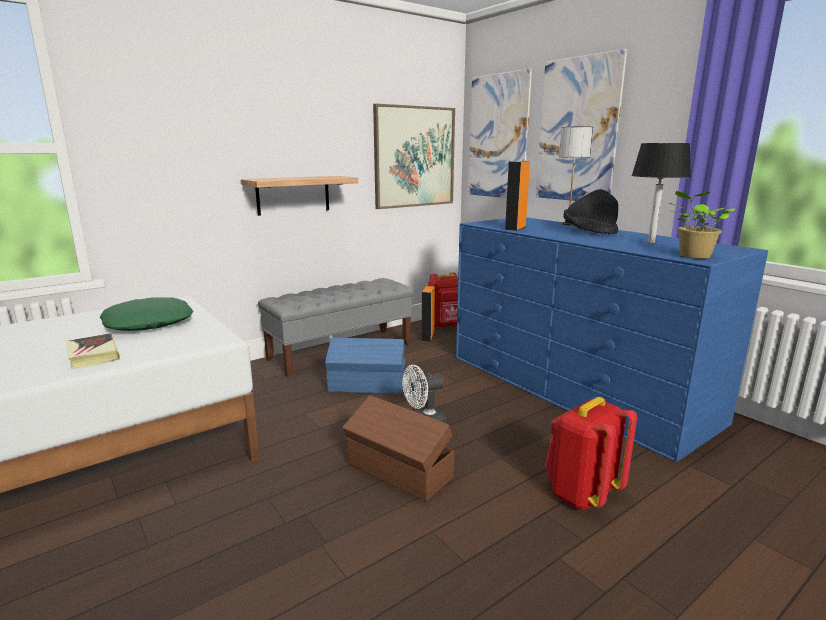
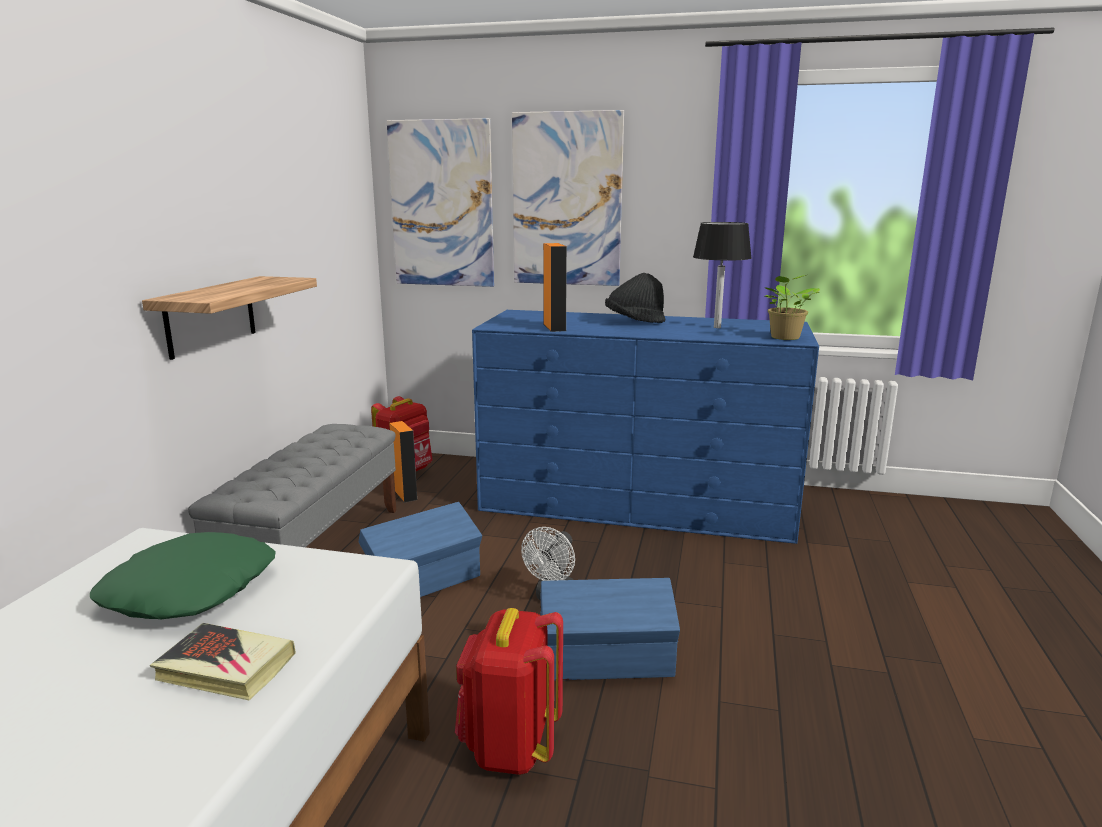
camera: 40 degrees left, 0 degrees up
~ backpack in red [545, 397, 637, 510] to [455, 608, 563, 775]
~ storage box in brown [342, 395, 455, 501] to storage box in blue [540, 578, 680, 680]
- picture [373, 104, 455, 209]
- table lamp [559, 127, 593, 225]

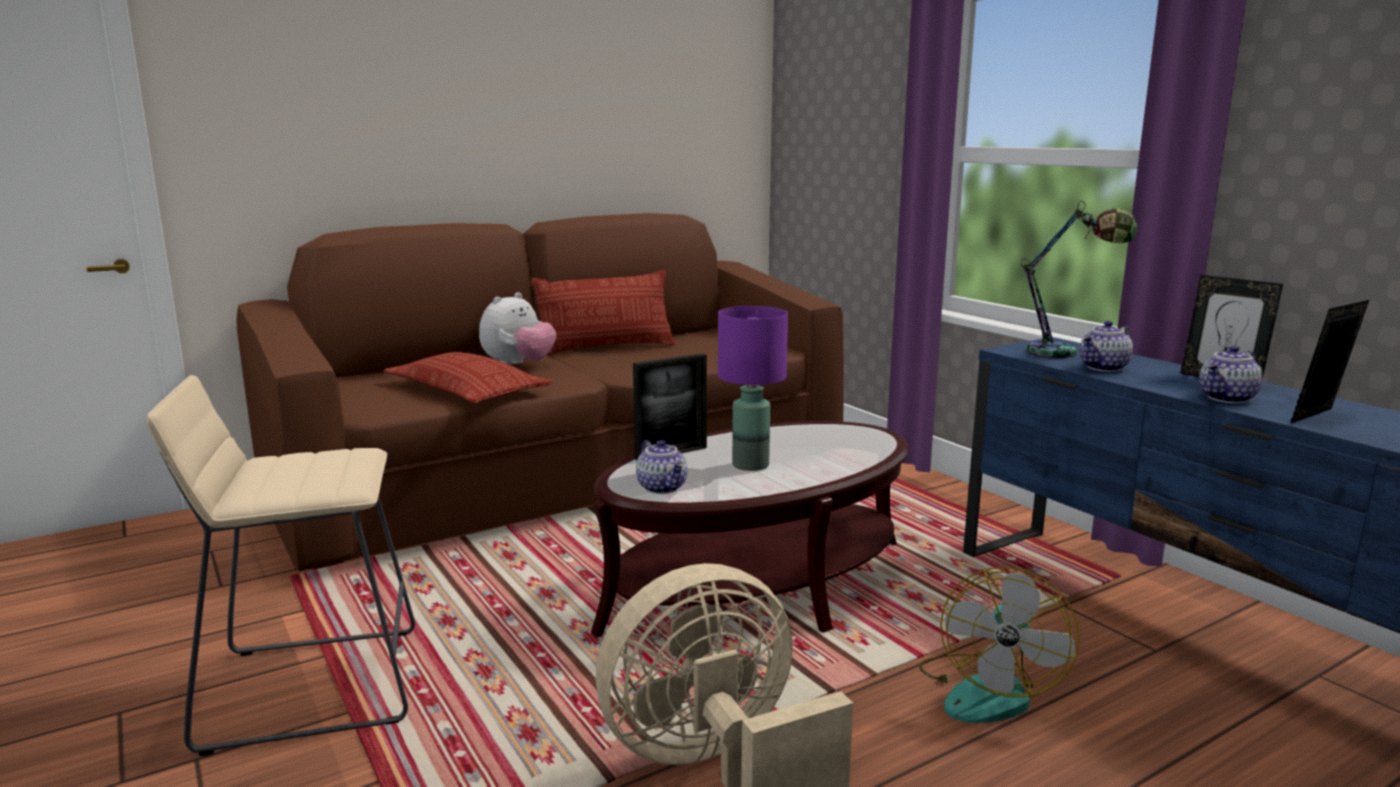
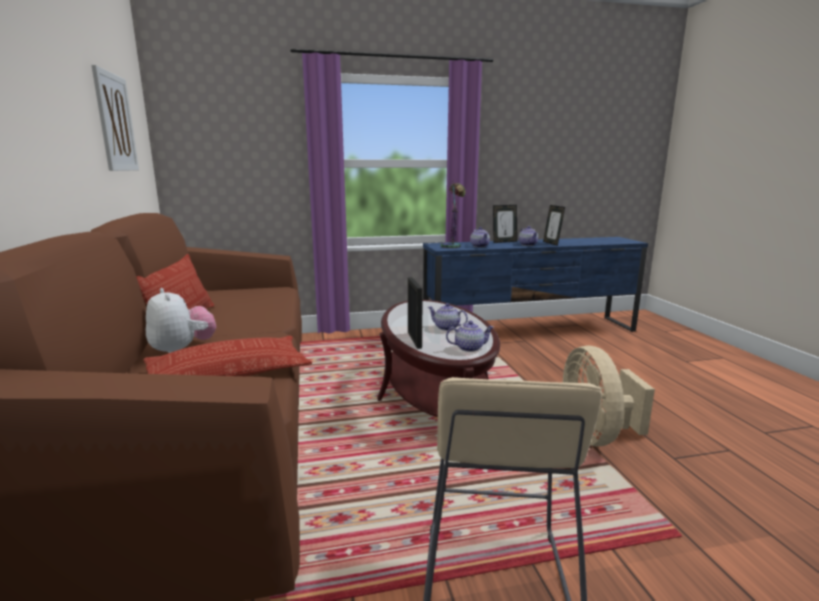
camera: 70 degrees left, 0 degrees up
+ picture [91, 65, 139, 171]
~ table lamp in purple [718, 306, 788, 471] to teapot [428, 303, 468, 331]
- fan [919, 567, 1080, 723]

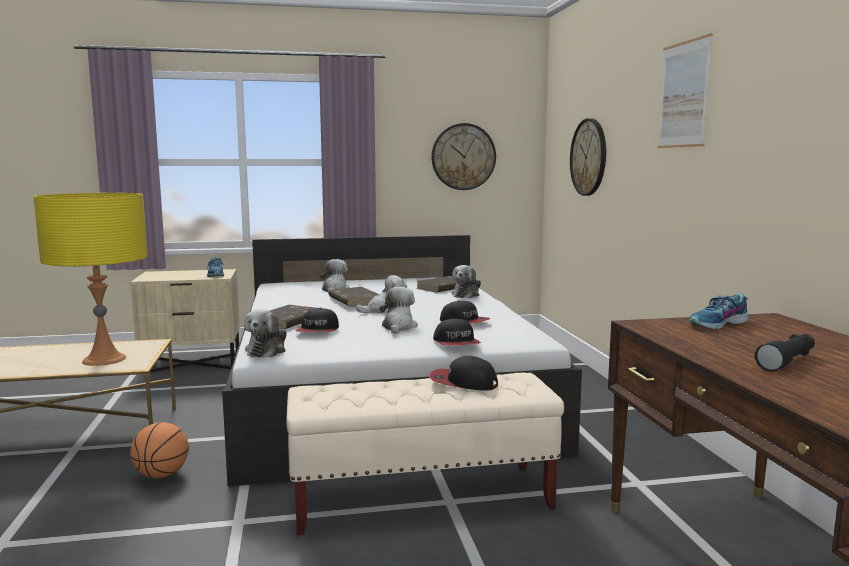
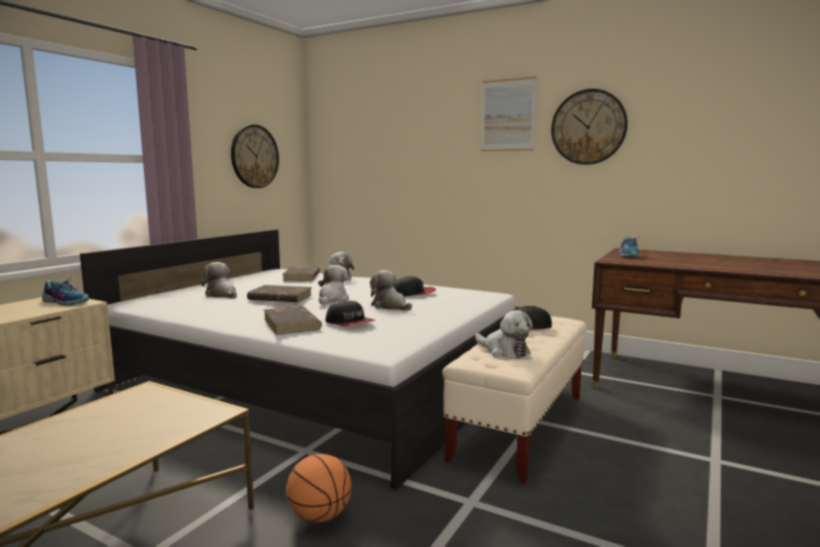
camera: 50 degrees left, 0 degrees up
~ plush toy [244, 309, 287, 357] to [475, 310, 533, 359]
~ wall clock [570, 118, 606, 196] to [551, 89, 628, 165]
- table lamp in yellow [33, 193, 148, 366]
- cap [433, 318, 481, 346]
- flashlight in black [754, 334, 815, 371]

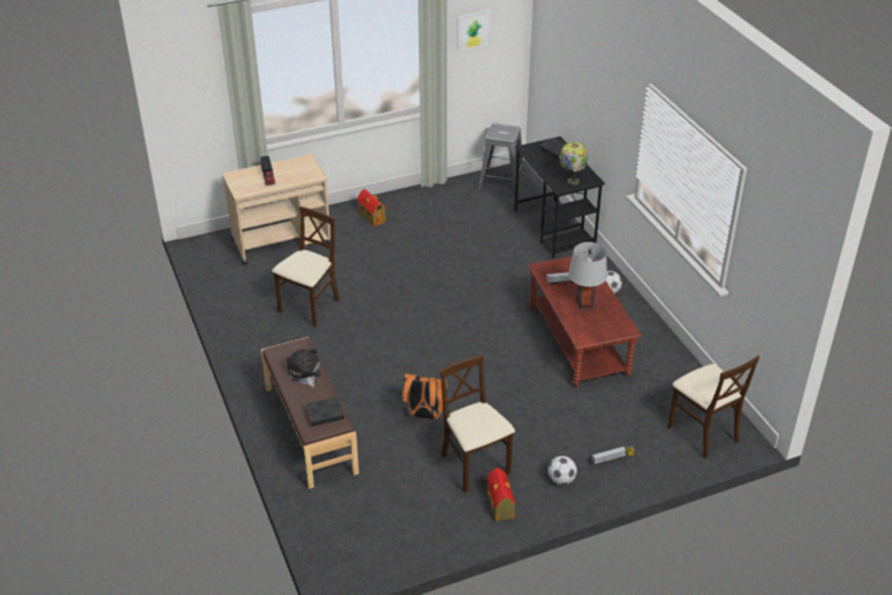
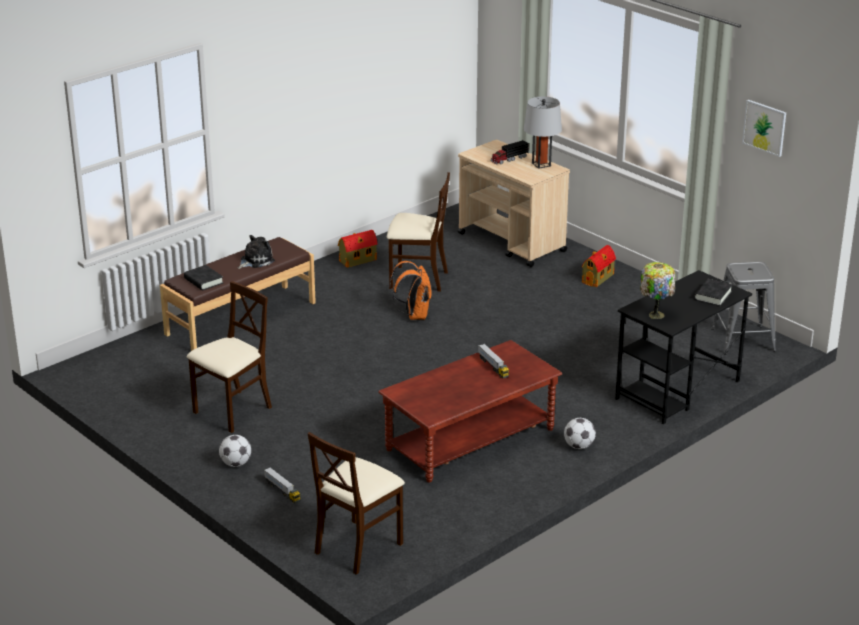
camera: 70 degrees right, 10 degrees down
~ toy house [487, 468, 516, 521] to [338, 230, 378, 268]
~ backpack in orange [403, 374, 447, 419] to [390, 261, 432, 320]
~ table lamp in grey [568, 242, 607, 310] to [524, 96, 562, 169]

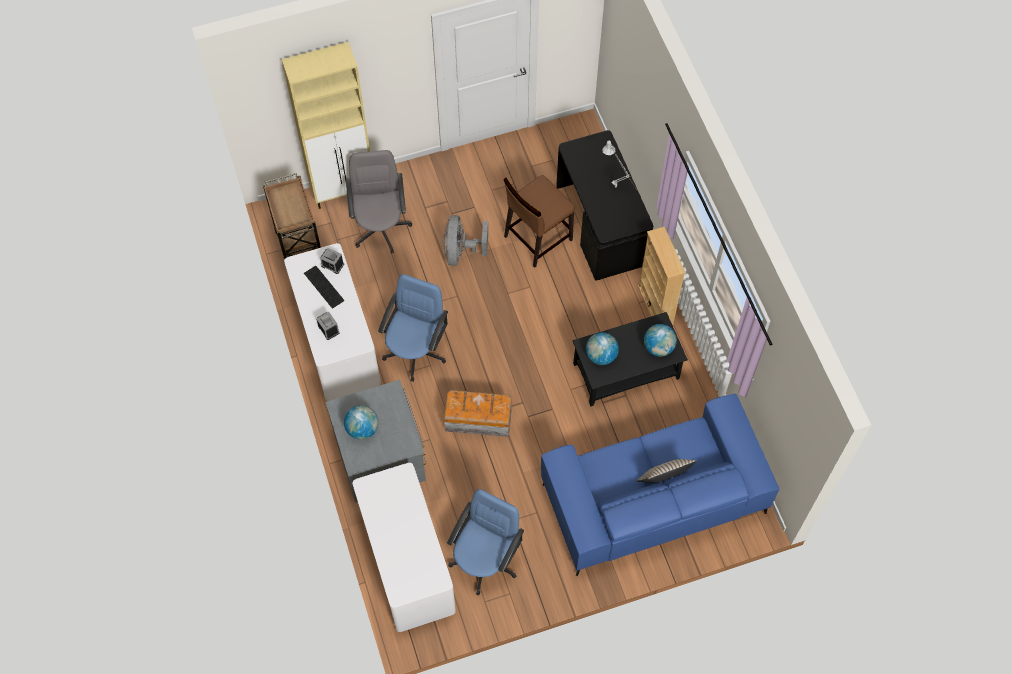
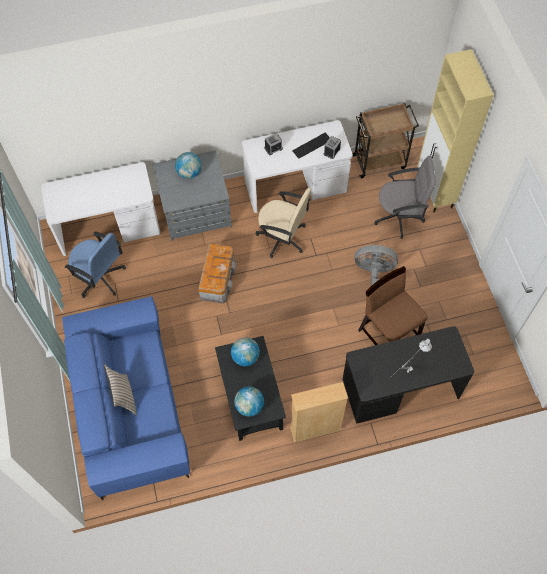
camera: 95 degrees right, 0 degrees up
~ office chair in blue [378, 274, 448, 382] to office chair in beige [256, 188, 311, 258]

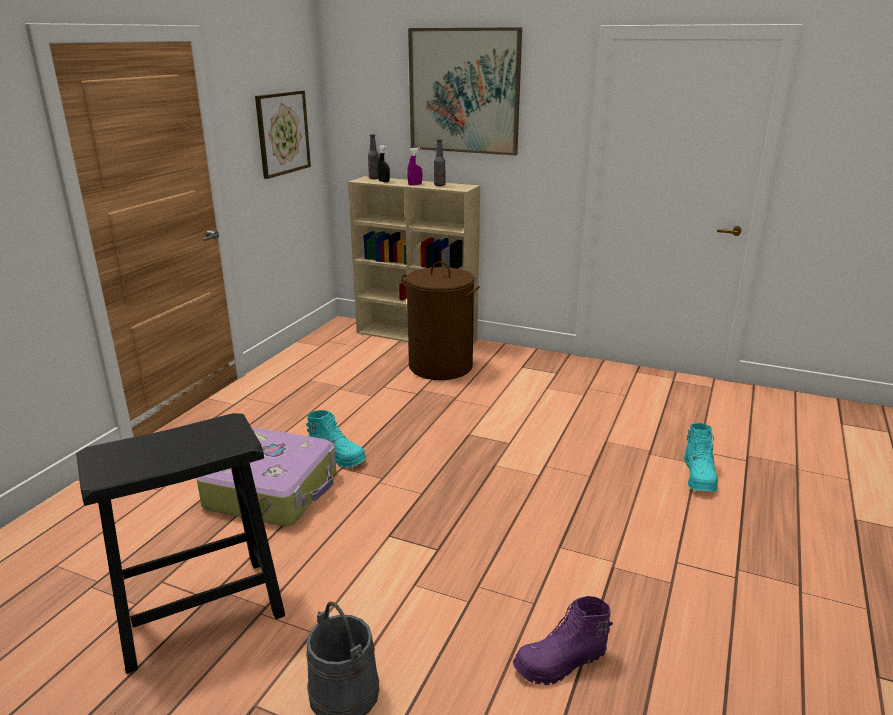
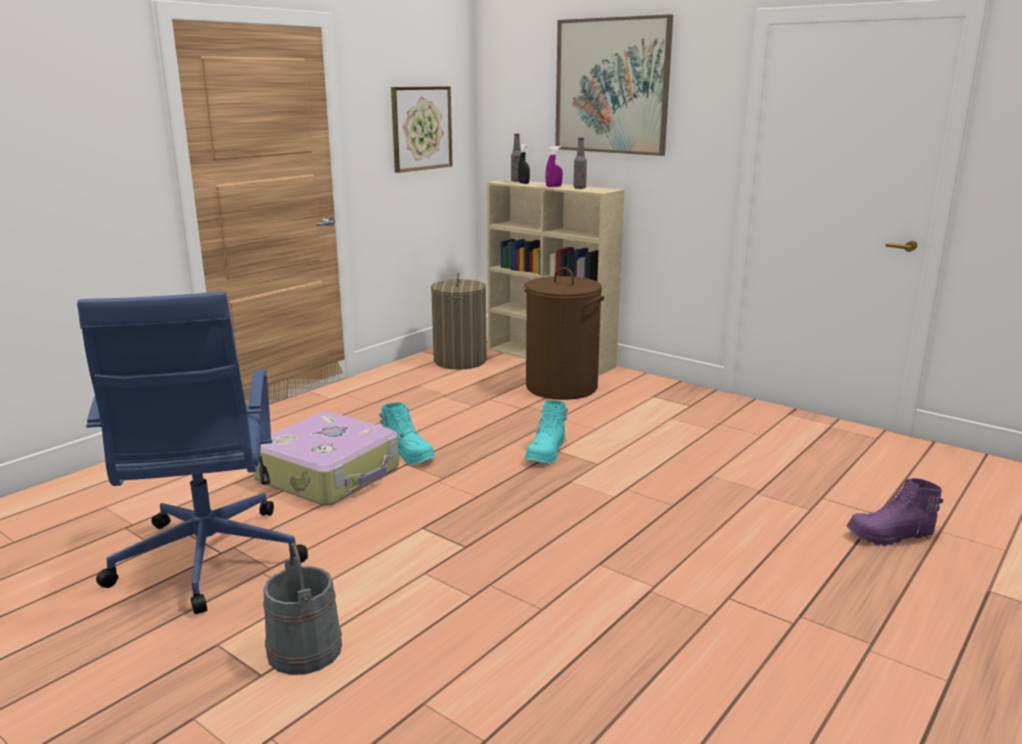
camera: 15 degrees right, 5 degrees down
~ stool in black [76, 413, 285, 674] to office chair in blue [77, 292, 308, 614]
+ laundry basket [431, 273, 487, 370]
~ boot in turquoise [684, 423, 718, 492] to [525, 400, 568, 463]
~ boot in purple [513, 596, 613, 685] to [846, 478, 943, 546]

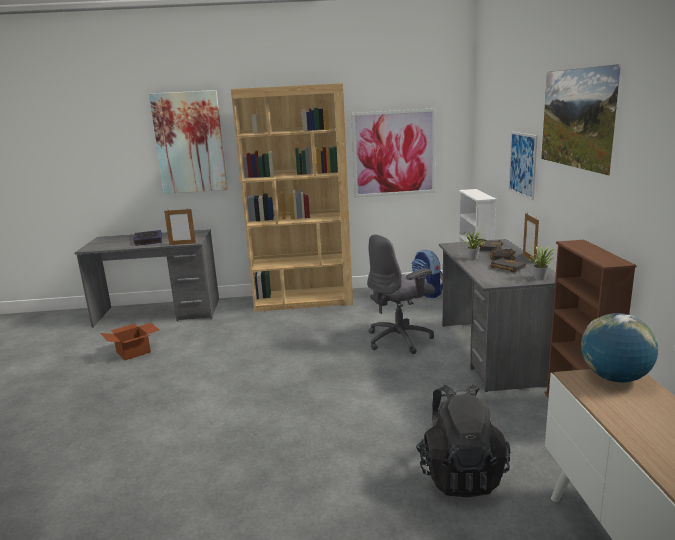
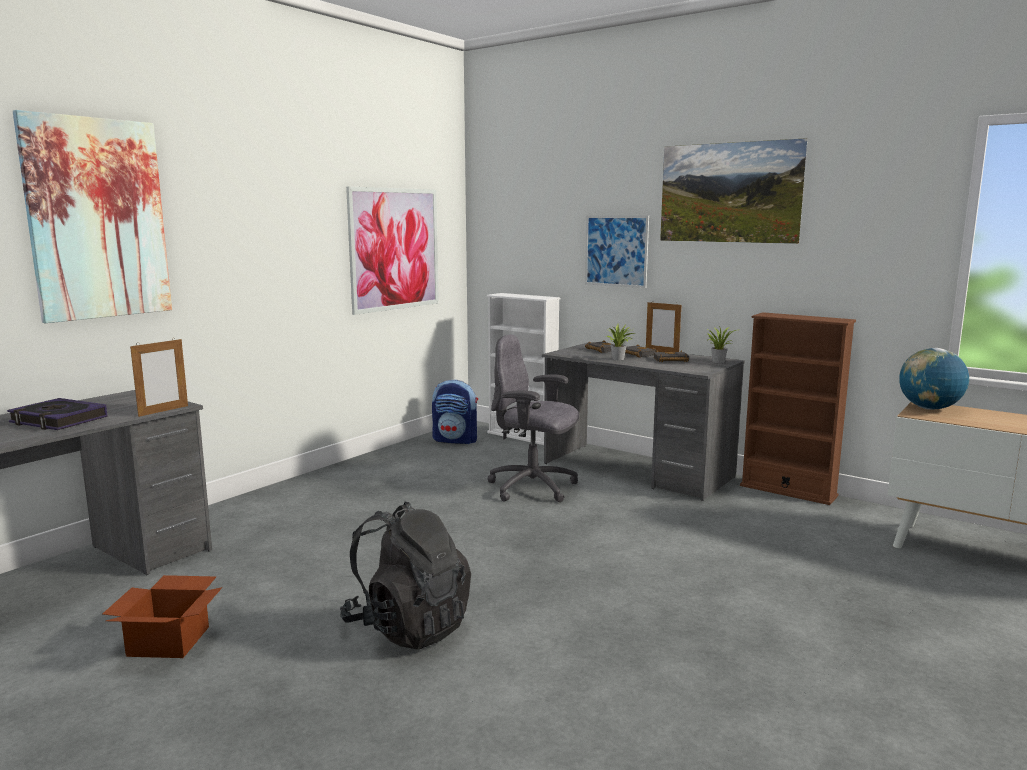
camera: 50 degrees left, 5 degrees down
~ backpack in black [416, 384, 510, 497] to [340, 502, 471, 650]
~ office chair in grey [367, 234, 435, 354] = [487, 335, 579, 502] 105 degrees clockwise
- bookcase in brown [231, 83, 353, 312]

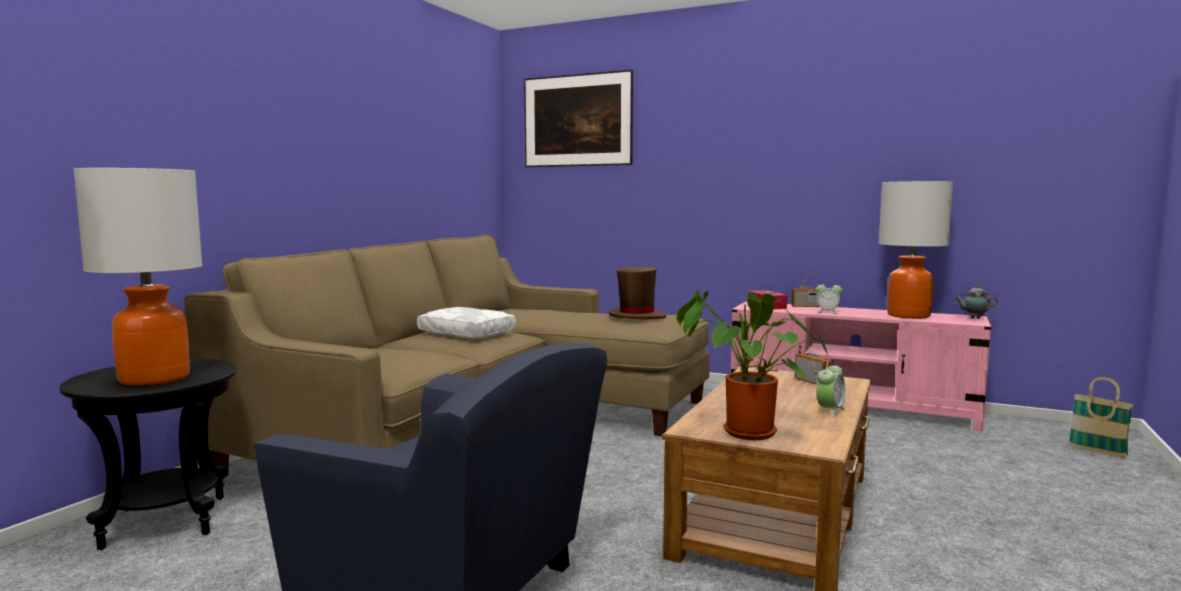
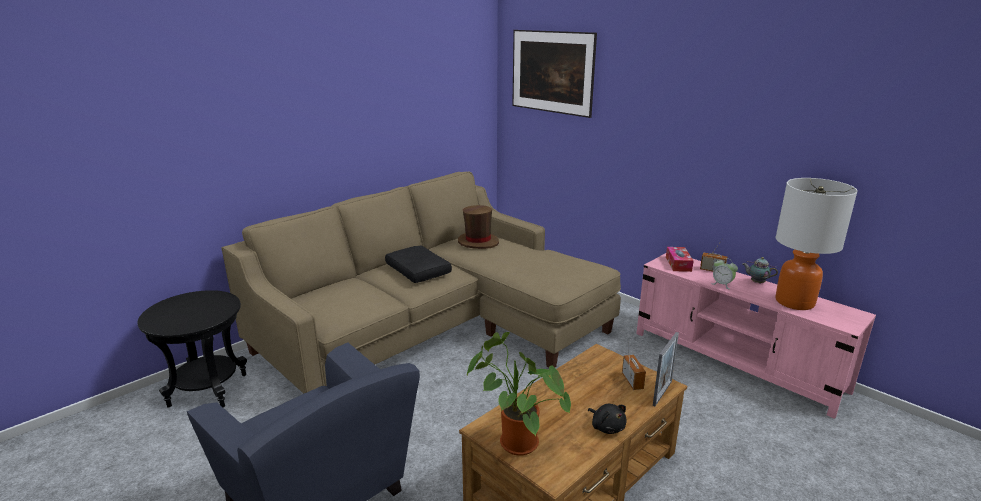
camera: 20 degrees right, 15 degrees up
~ pillow in white [417, 307, 516, 339] to pillow in black [385, 245, 452, 283]
~ hat in brown [609, 267, 666, 320] to [458, 205, 499, 249]
~ alarm clock [816, 361, 845, 417] to plush toy in black [588, 404, 626, 434]
+ picture frame [653, 332, 679, 406]
~ teapot [955, 285, 998, 319] to [743, 257, 778, 284]
- table lamp [73, 168, 202, 386]
- basket [1068, 377, 1134, 457]

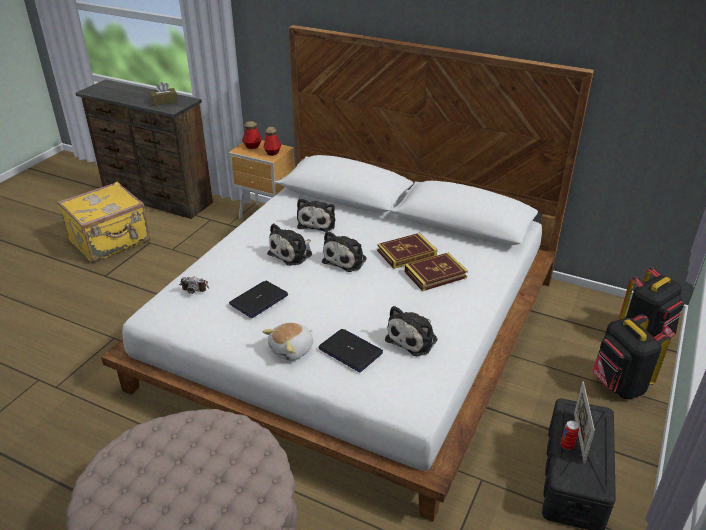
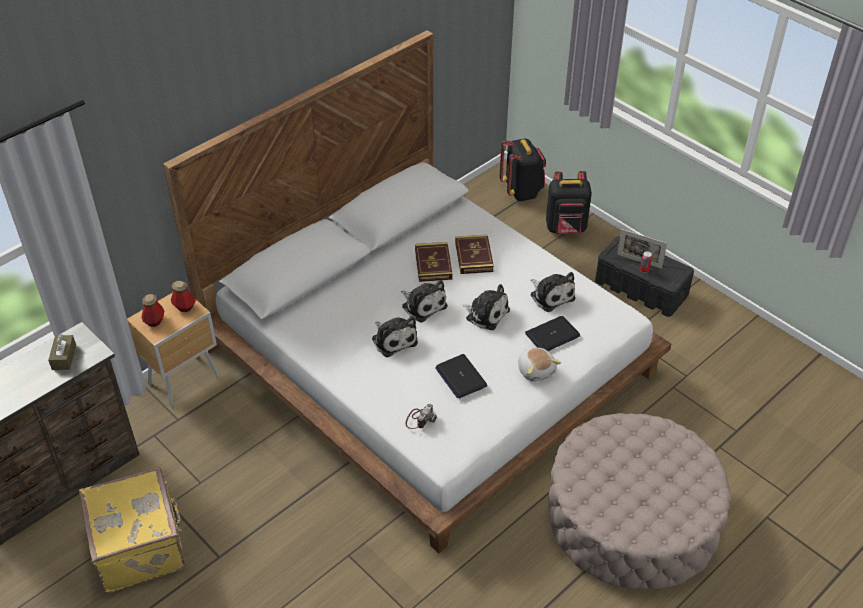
camera: 70 degrees left, 10 degrees up
~ plush toy [297, 198, 335, 232] to [462, 284, 510, 330]

